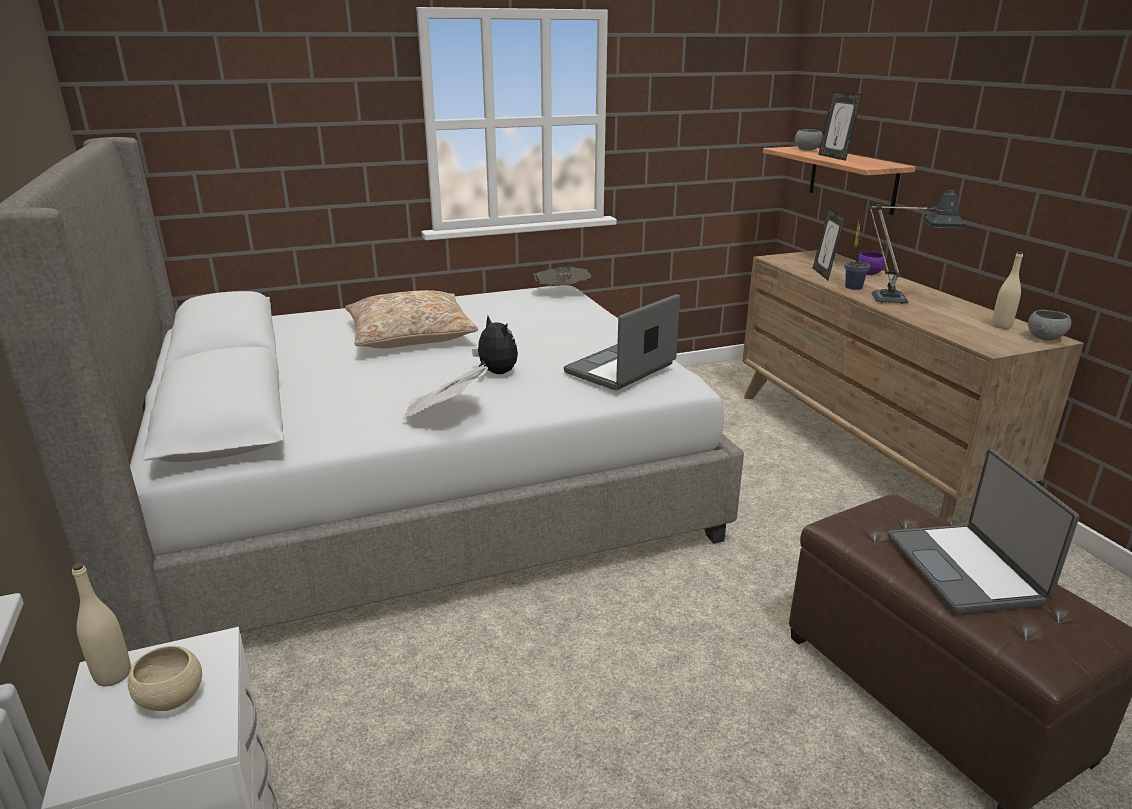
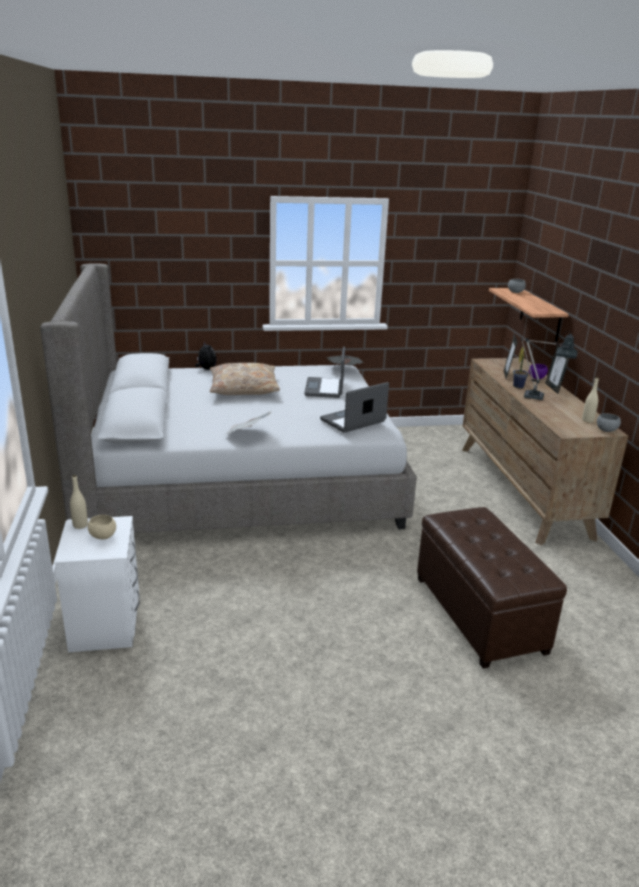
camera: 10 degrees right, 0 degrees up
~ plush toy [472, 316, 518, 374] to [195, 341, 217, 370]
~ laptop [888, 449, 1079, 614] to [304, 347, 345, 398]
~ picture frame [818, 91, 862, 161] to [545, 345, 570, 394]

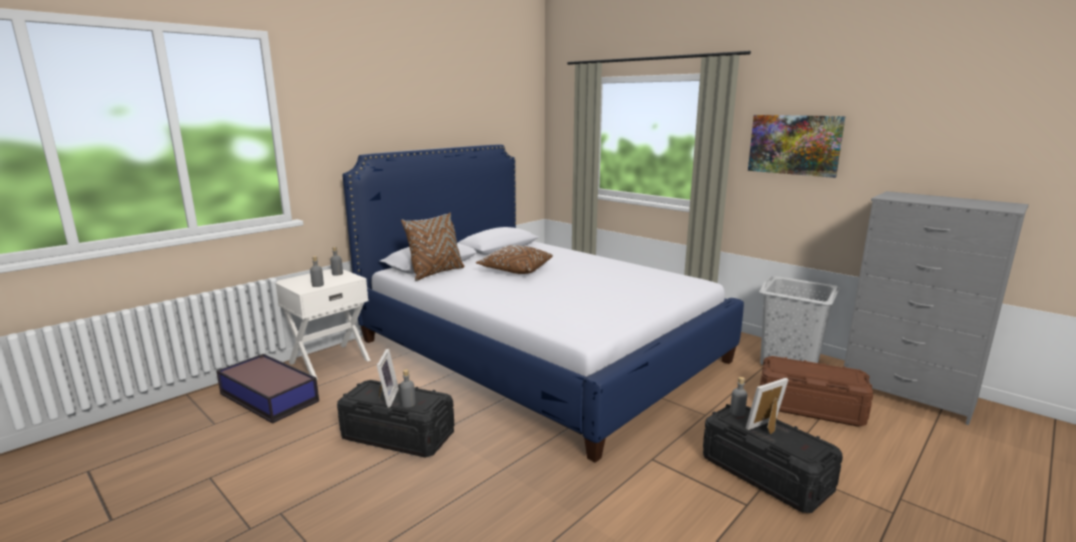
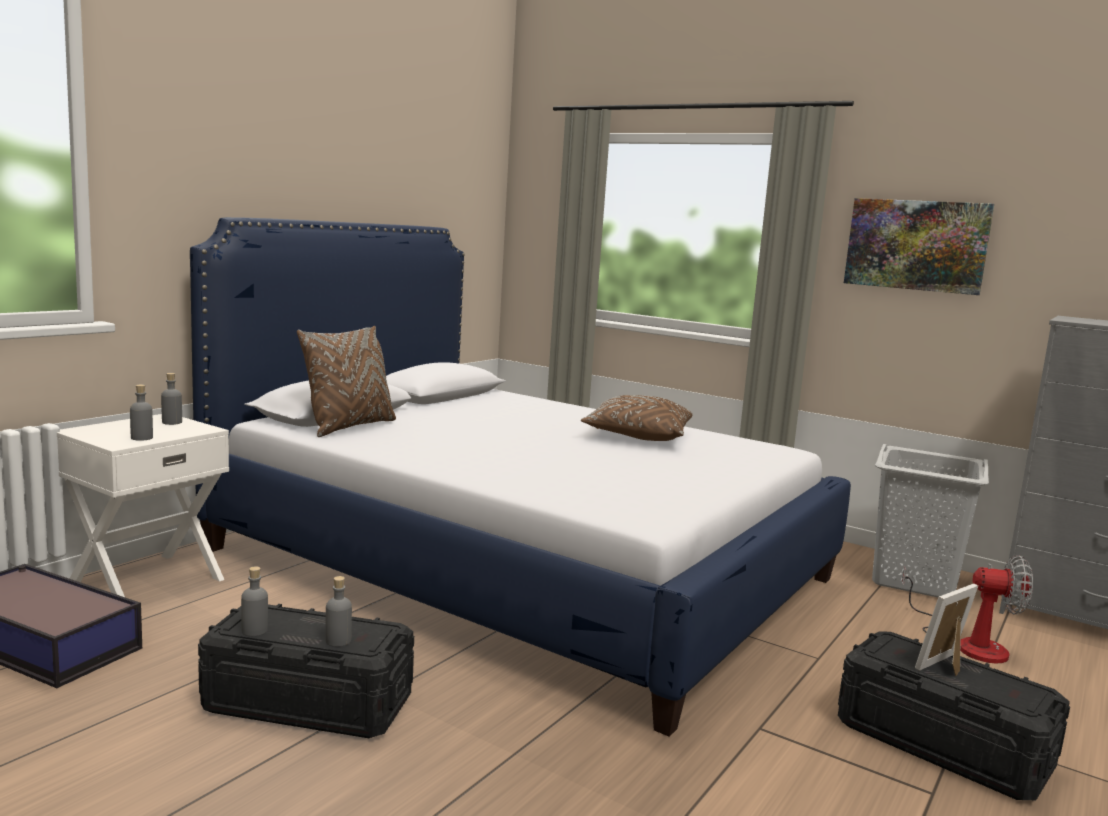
camera: 10 degrees left, 5 degrees down
~ bottle in grey [730, 377, 747, 417] to [241, 566, 268, 636]
~ pillow in brown [476, 245, 553, 274] to [581, 395, 693, 441]
~ storage box in brown [760, 356, 873, 427] to fan [902, 555, 1033, 664]
- picture frame [377, 349, 399, 408]

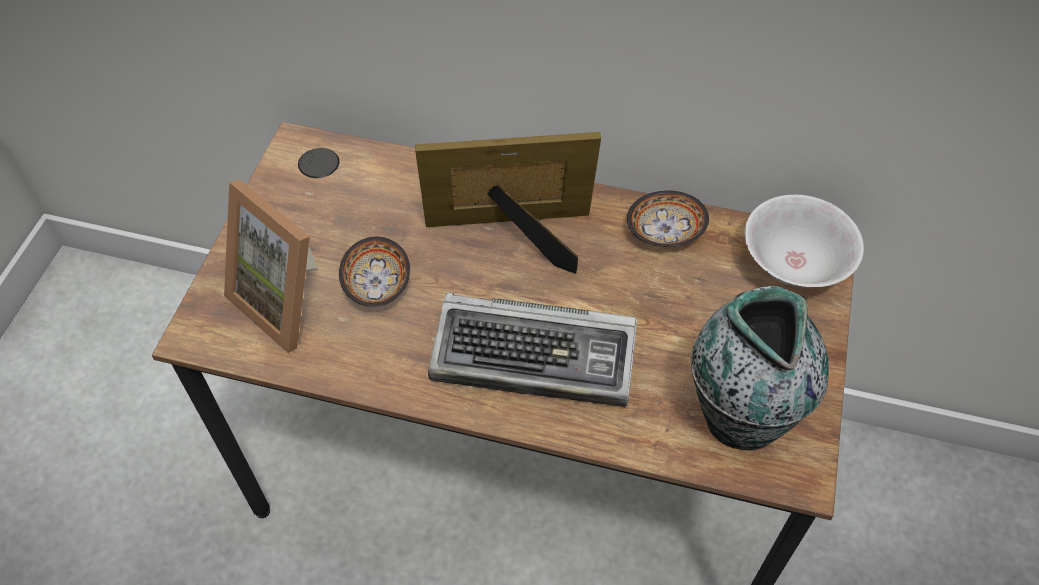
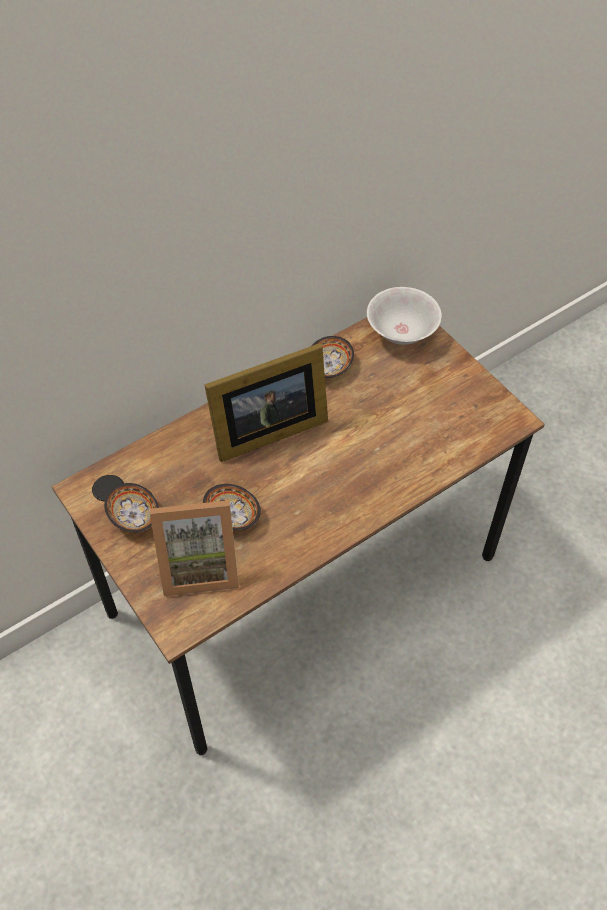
camera: 50 degrees left, 0 degrees up
+ bowl [104, 483, 159, 533]
~ picture frame [415, 132, 601, 274] = [204, 343, 328, 462] 150 degrees counterclockwise
- keyboard [428, 292, 637, 407]
- vase [691, 286, 829, 450]

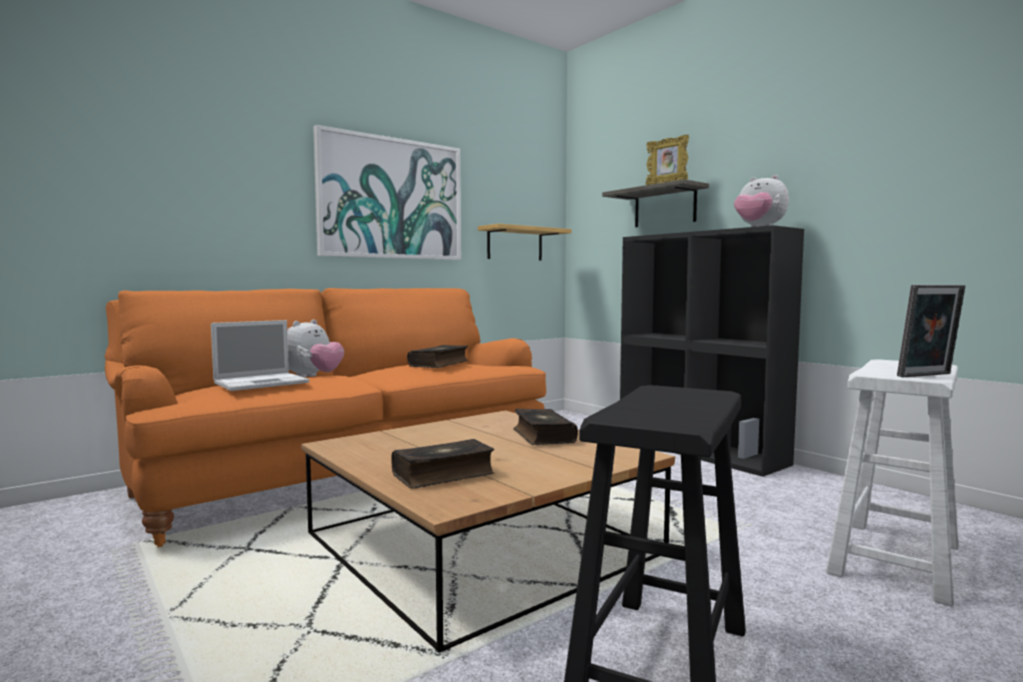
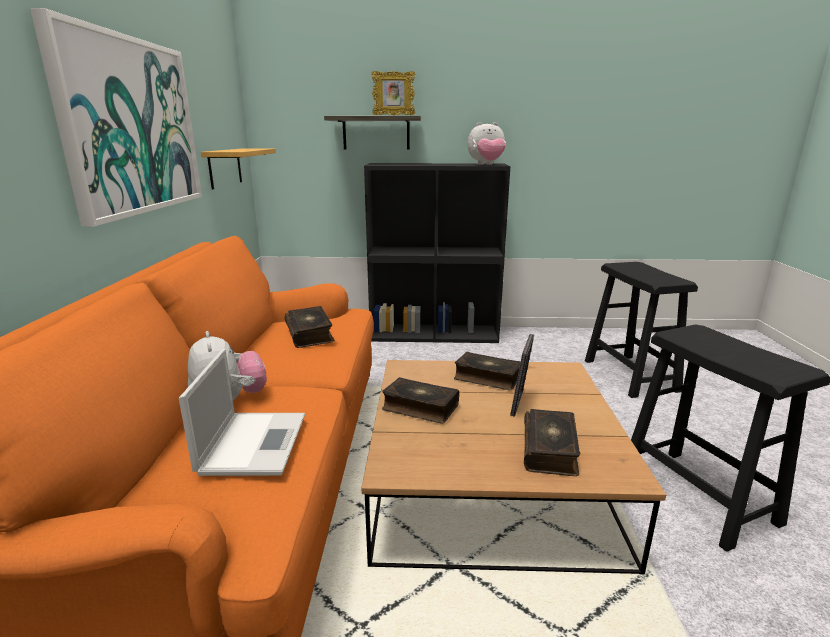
camera: 50 degrees left, 15 degrees up
+ book [382, 377, 459, 424]
~ picture frame [897, 285, 965, 377] to [510, 334, 534, 417]
~ stool in white [826, 359, 959, 606] to stool in black [585, 262, 698, 398]

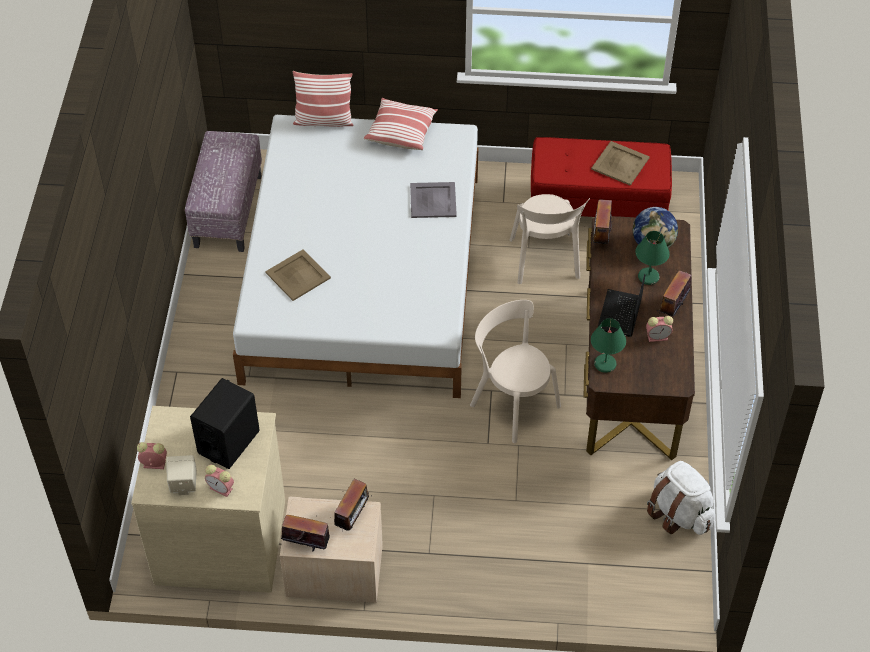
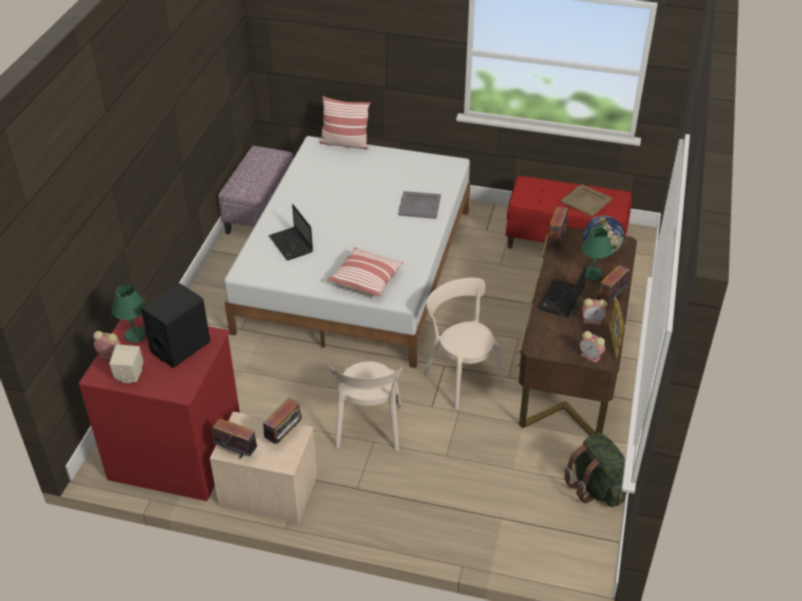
camera: 10 degrees right, 10 degrees down
~ dresser in beige [131, 406, 285, 593] to dresser in red [78, 315, 240, 501]
~ table lamp in green [591, 318, 626, 373] to [112, 285, 146, 343]
~ tray in beige [265, 249, 331, 301] to laptop [269, 204, 313, 260]
~ pillow [364, 98, 438, 150] to [327, 247, 404, 297]
~ chair in beige [510, 194, 590, 284] to [328, 361, 403, 451]
~ backpack in white [647, 461, 715, 535] to backpack in green [564, 433, 627, 507]
~ alarm clock [205, 465, 234, 497] to [579, 331, 605, 363]
+ picture frame [609, 296, 625, 358]

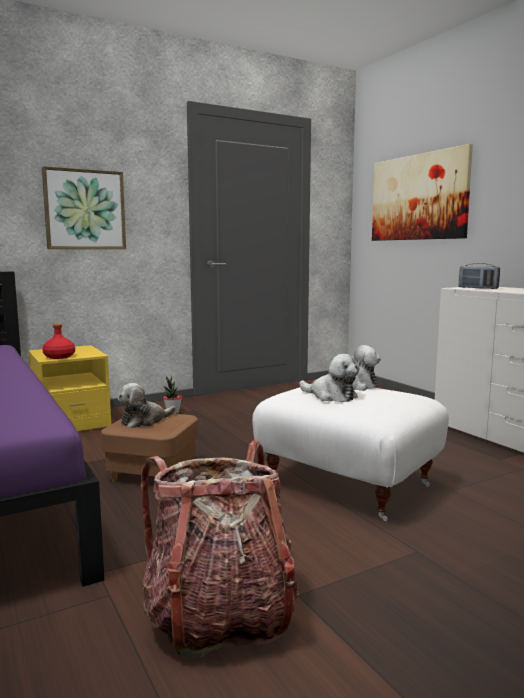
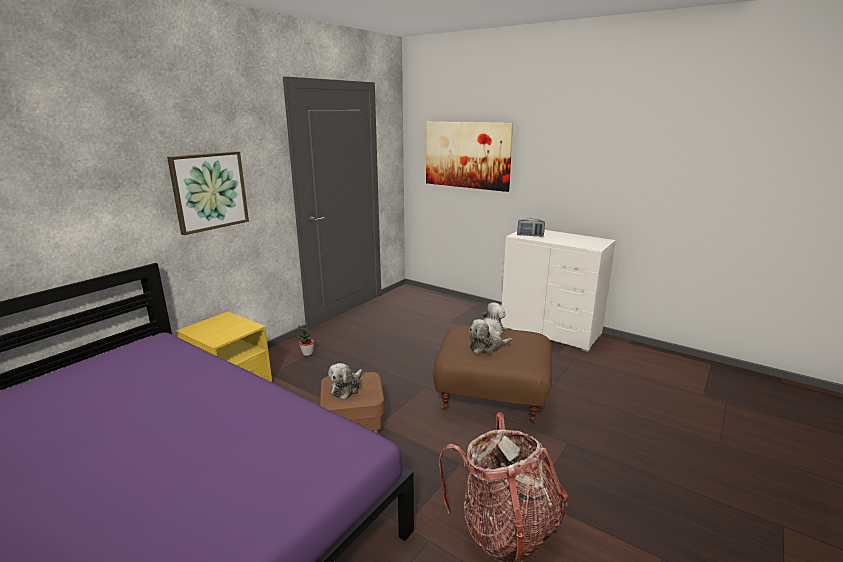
camera: 25 degrees left, 10 degrees up
~ ottoman in white [252, 387, 449, 521] to ottoman in brown [433, 325, 552, 424]
~ plush toy [299, 354, 359, 402] = [469, 319, 512, 354] 150 degrees clockwise
- bottle in red [42, 324, 75, 359]

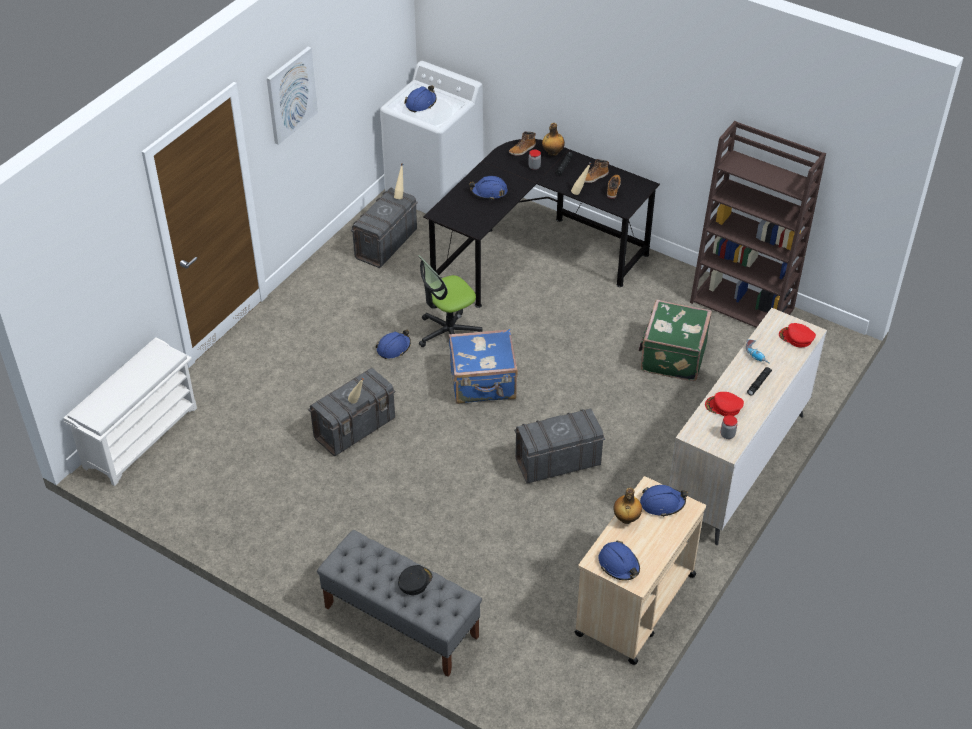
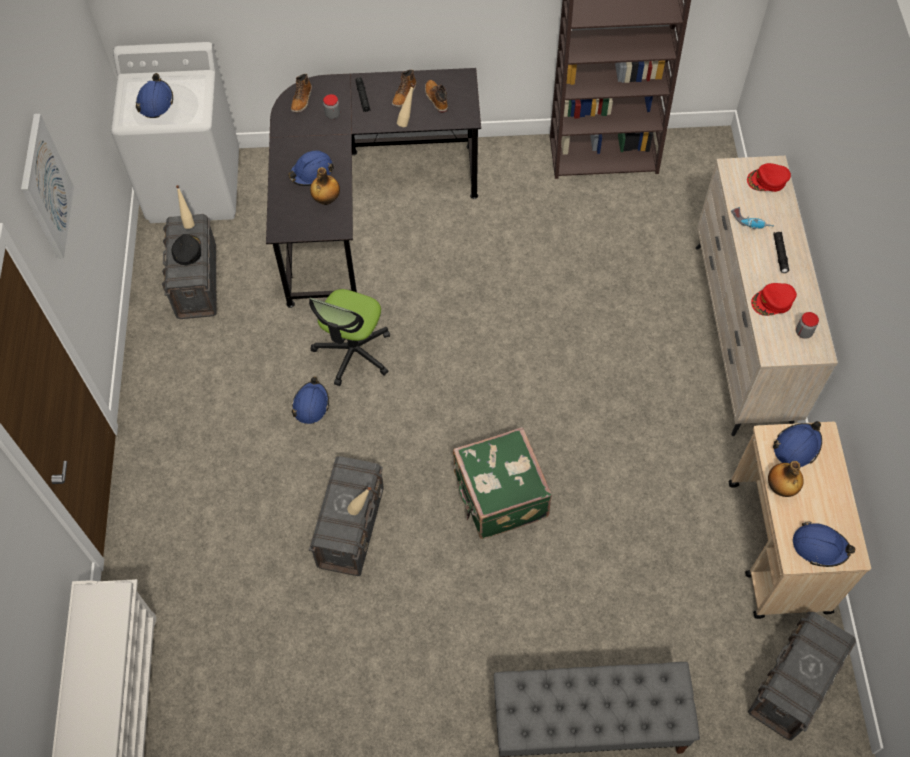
camera: 35 degrees left, 15 degrees up
~ cap in black [398, 565, 432, 595] to [172, 234, 201, 265]
~ bottle [542, 123, 565, 156] to [310, 167, 340, 205]
~ suitcase in green [638, 300, 712, 381] to [453, 427, 552, 539]
~ storage box in grey [514, 409, 605, 484] to [748, 611, 856, 741]
- suitcase in blue [449, 329, 518, 404]

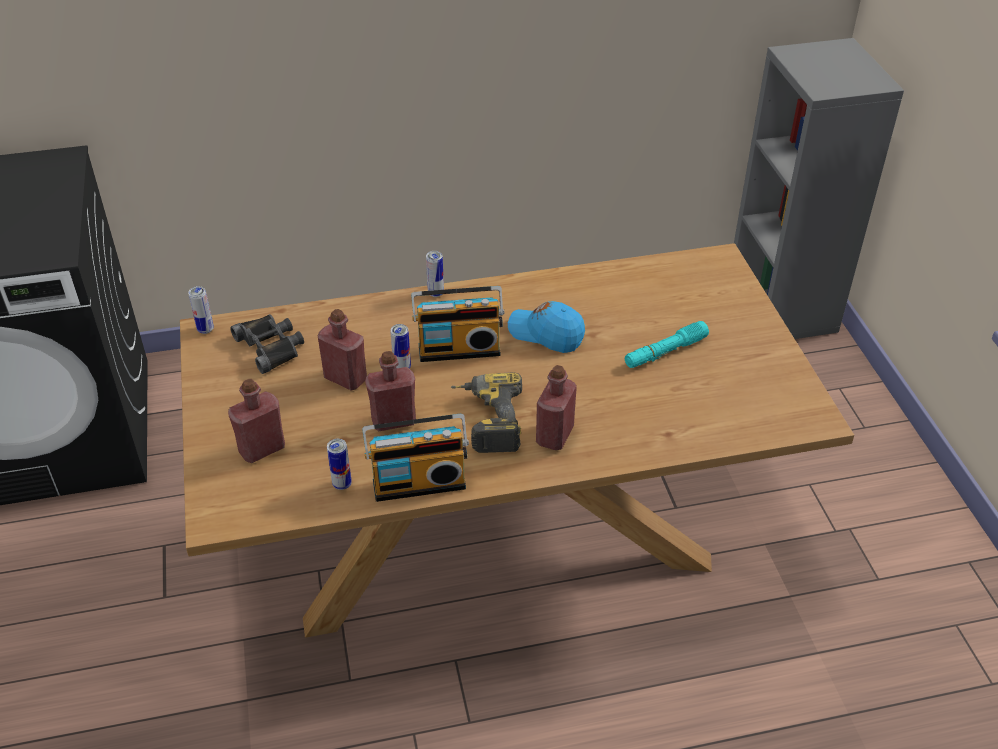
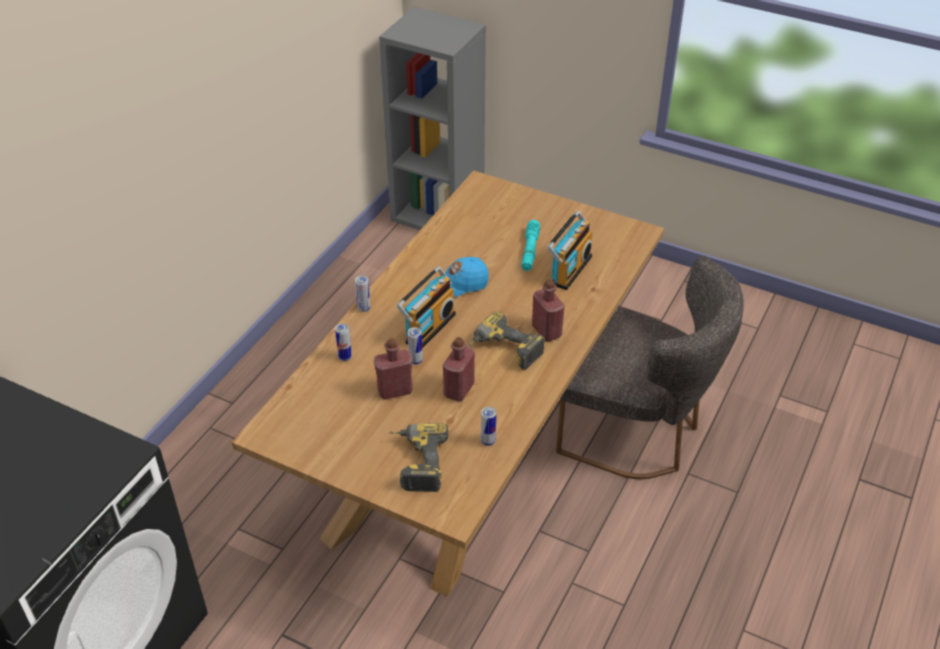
camera: 50 degrees left, 0 degrees up
~ can [188, 286, 214, 334] to [335, 323, 352, 361]
~ bottle in red [228, 379, 285, 463] to power drill [389, 423, 448, 492]
~ radio [362, 414, 469, 502] to [547, 211, 592, 290]
+ chair in grey [556, 256, 744, 479]
- binoculars in black [230, 314, 304, 374]

